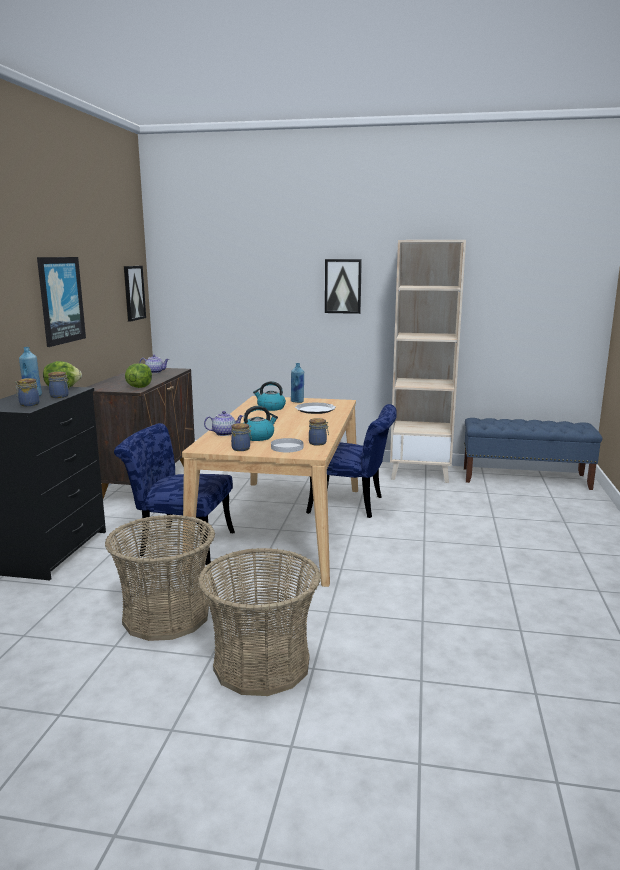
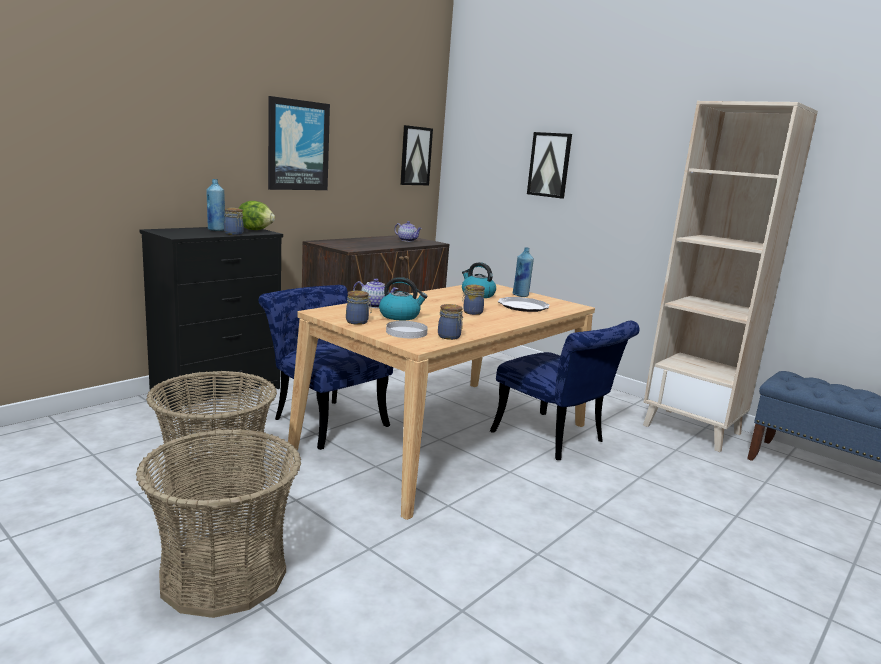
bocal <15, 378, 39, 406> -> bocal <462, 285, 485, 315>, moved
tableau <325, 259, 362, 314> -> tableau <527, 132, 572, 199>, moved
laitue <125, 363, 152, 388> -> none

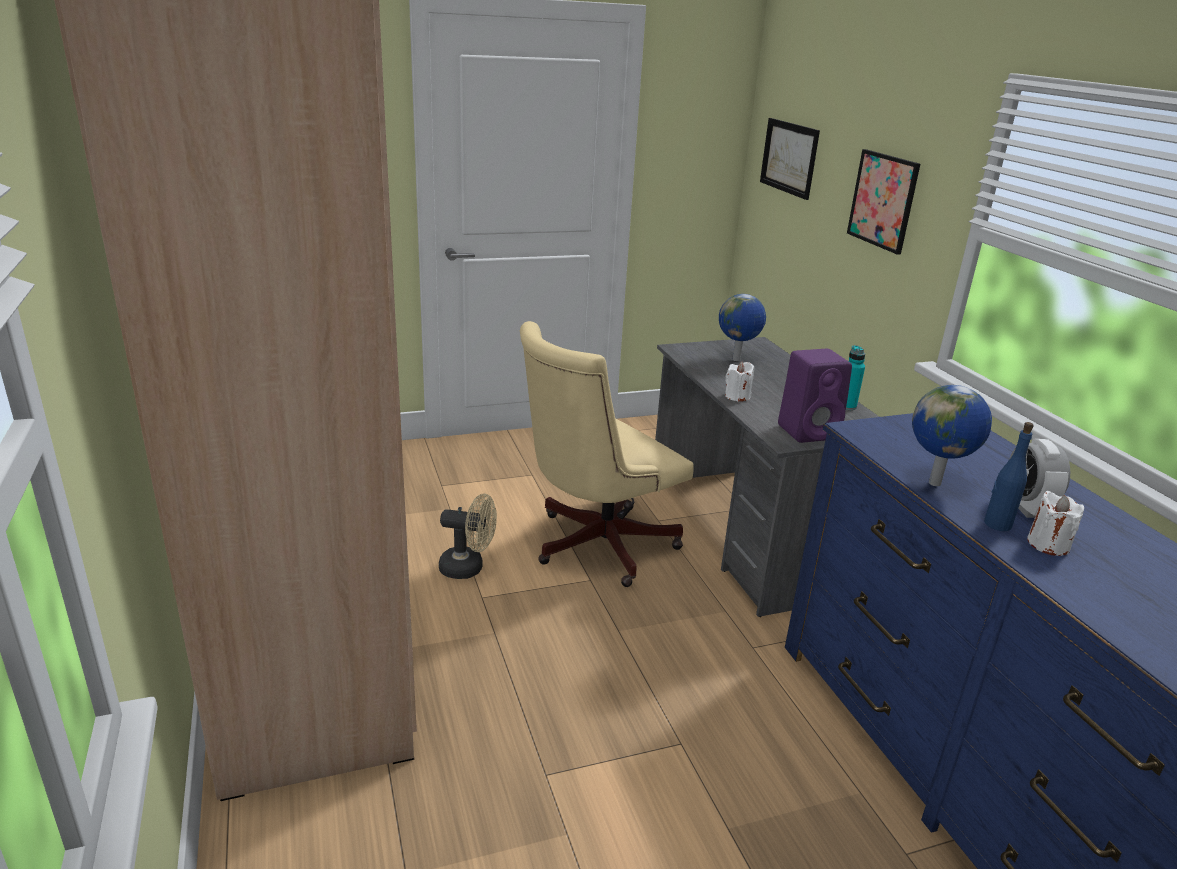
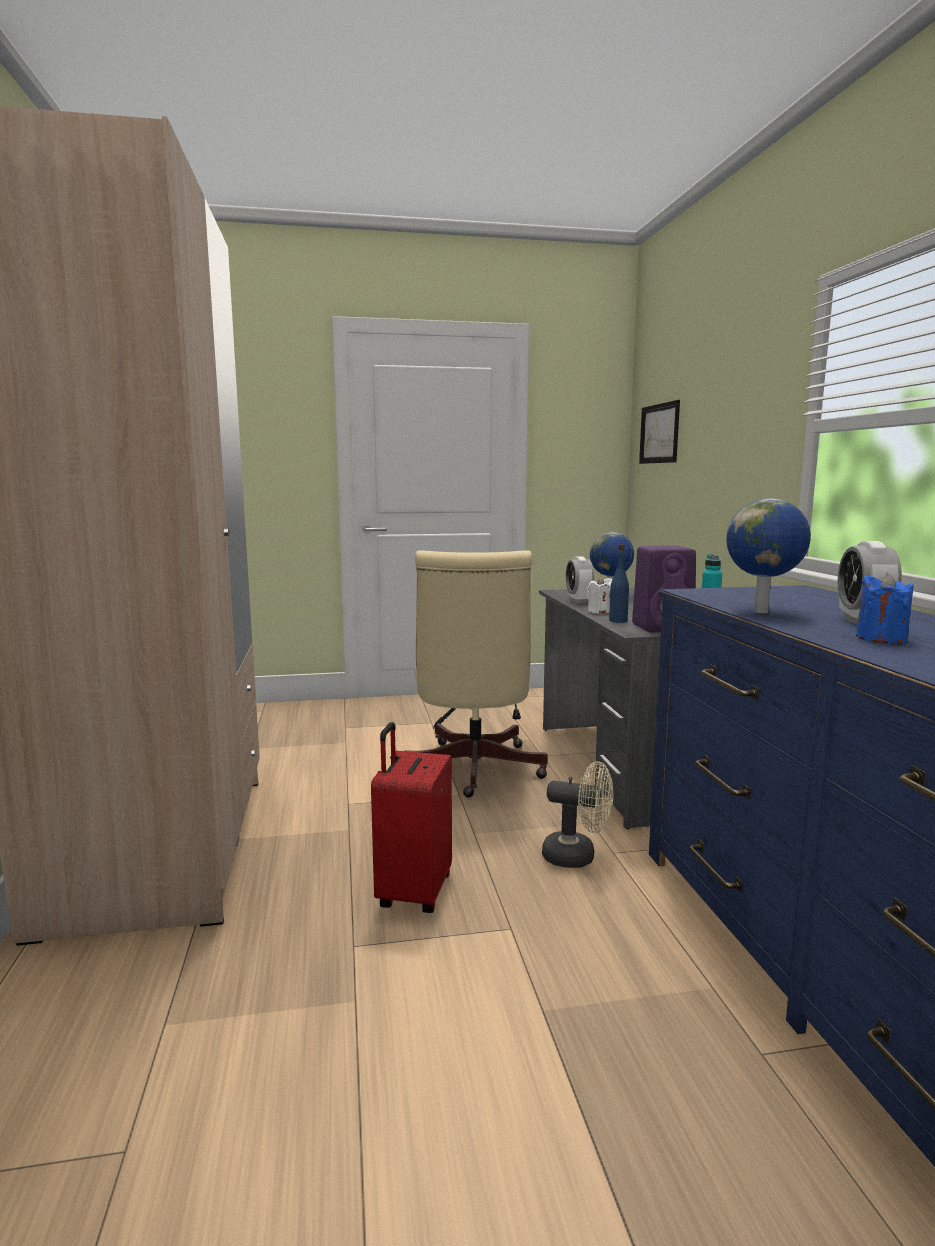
none -> valise/rouge <371, 722, 452, 913>
chaise de bureau/beige <520, 321, 694, 587> -> chaise de bureau/beige <405, 550, 548, 798>, 60 degrees counterclockwise
ventilateur/beige <439, 494, 497, 579> -> ventilateur/beige <542, 761, 613, 868>, moved
none -> réveil <566, 556, 594, 604>
bouteille/bleu <984, 422, 1034, 531> -> bouteille/bleu <609, 544, 629, 623>, moved
bougie/blanc <1027, 490, 1084, 556> -> bougie/bleu <856, 572, 914, 644>
tableau <847, 149, 920, 255> -> none

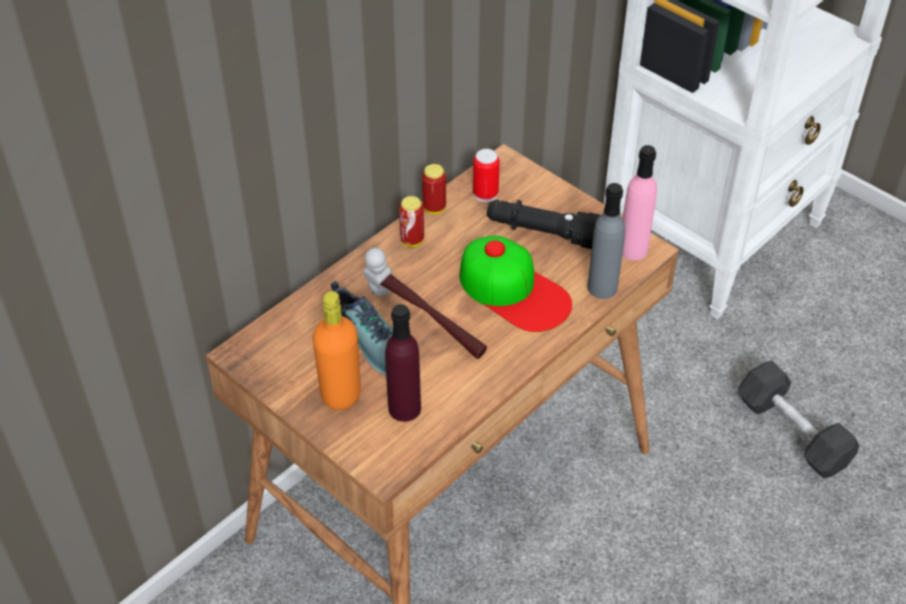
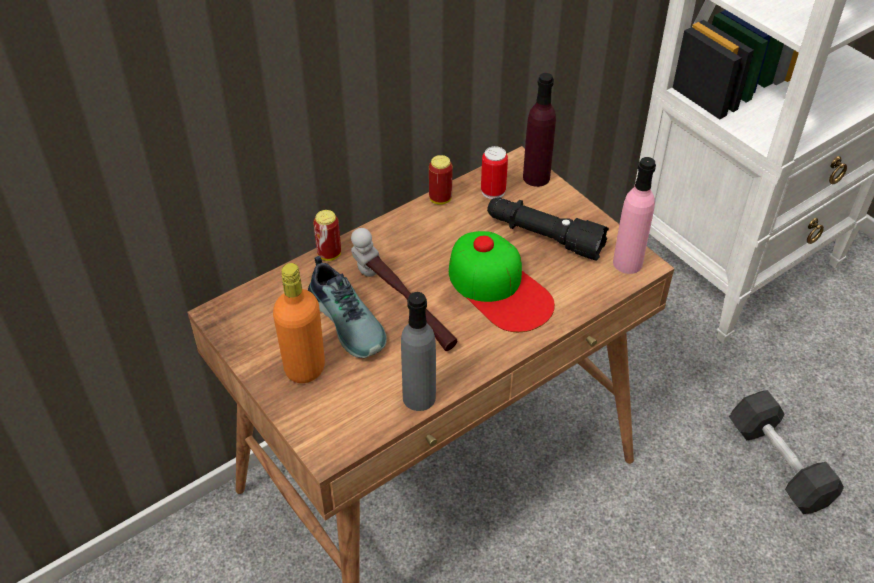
boîte métallique <399, 196, 424, 247> -> boîte métallique <313, 210, 341, 261>, moved
bouteille/gris <587, 183, 625, 299> -> bouteille/gris <401, 292, 436, 411>, moved
bouteille/violet <385, 304, 421, 422> -> bouteille/violet <523, 73, 556, 187>, moved

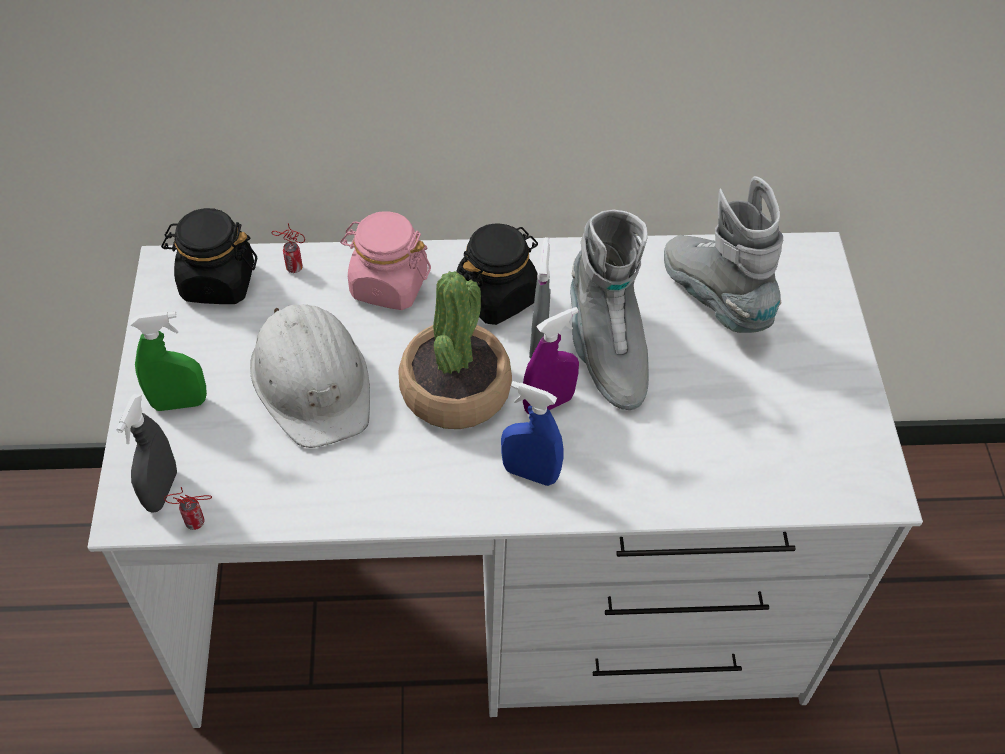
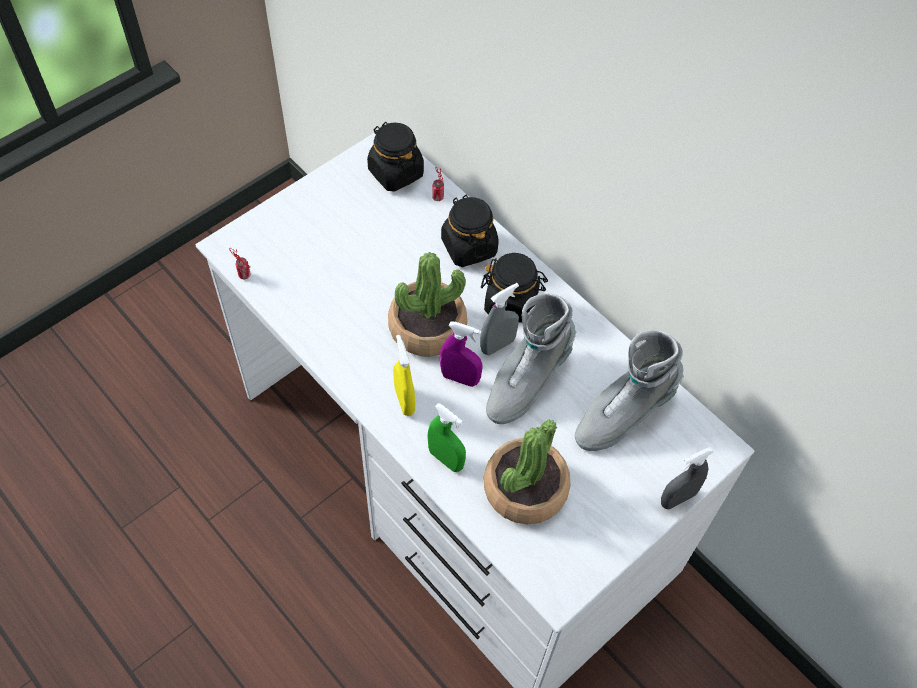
vaporisateur/bleu <501, 381, 564, 486> -> vaporisateur/jaune <393, 335, 415, 416>
vaporisateur/vert <131, 312, 207, 411> -> vaporisateur/vert <428, 403, 466, 472>, moved
bocal/rose <340, 211, 431, 310> -> bocal/noir <441, 195, 499, 267>
none -> plante en pot <484, 419, 570, 524>
botte/gris <664, 176, 783, 333> -> botte/gris <575, 330, 684, 451>, 150 degrees counterclockwise
vaporisateur/gris <116, 394, 177, 513> -> vaporisateur/gris <661, 447, 714, 509>, moved
casque de chantier/blanc <250, 304, 370, 448> -> none

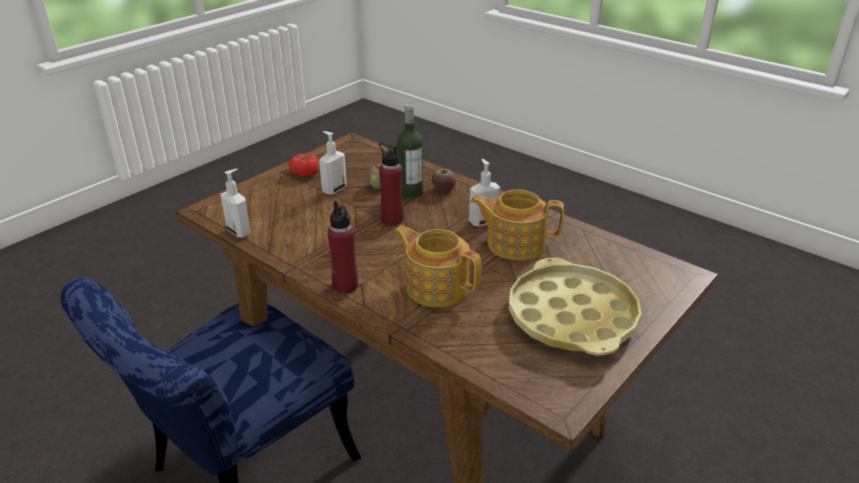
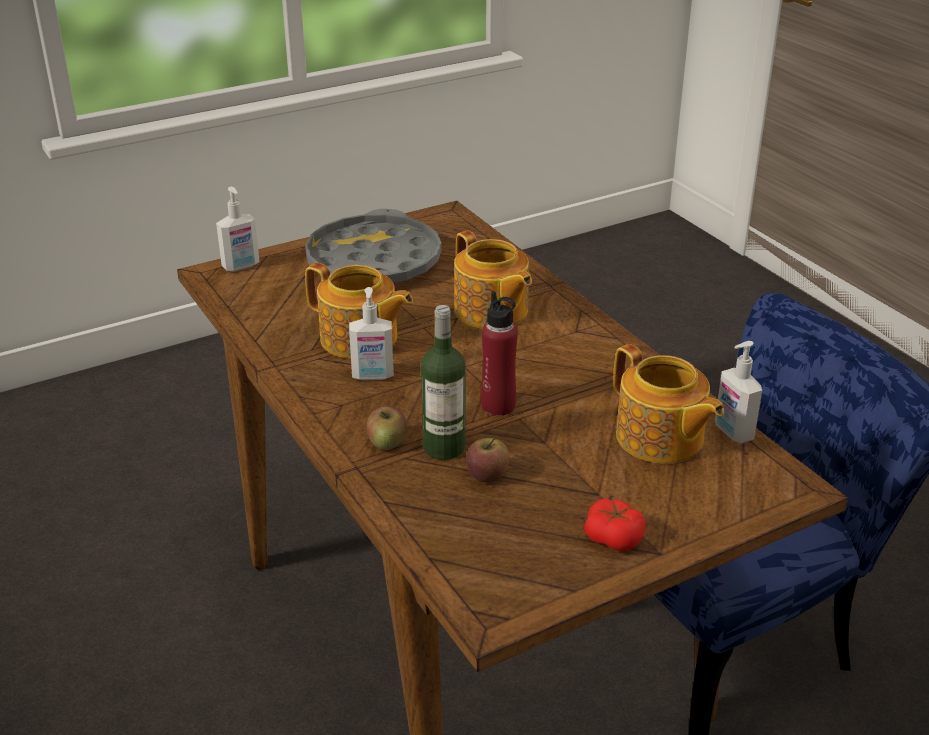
distributeur de savon <319, 131, 347, 195> -> distributeur de savon <216, 187, 260, 272>, moved
plateau/jaune <509, 258, 642, 355> -> plateau/gris <305, 209, 442, 283>
none -> théière <613, 344, 724, 464>
bouteille/rouge <328, 201, 358, 294> -> none

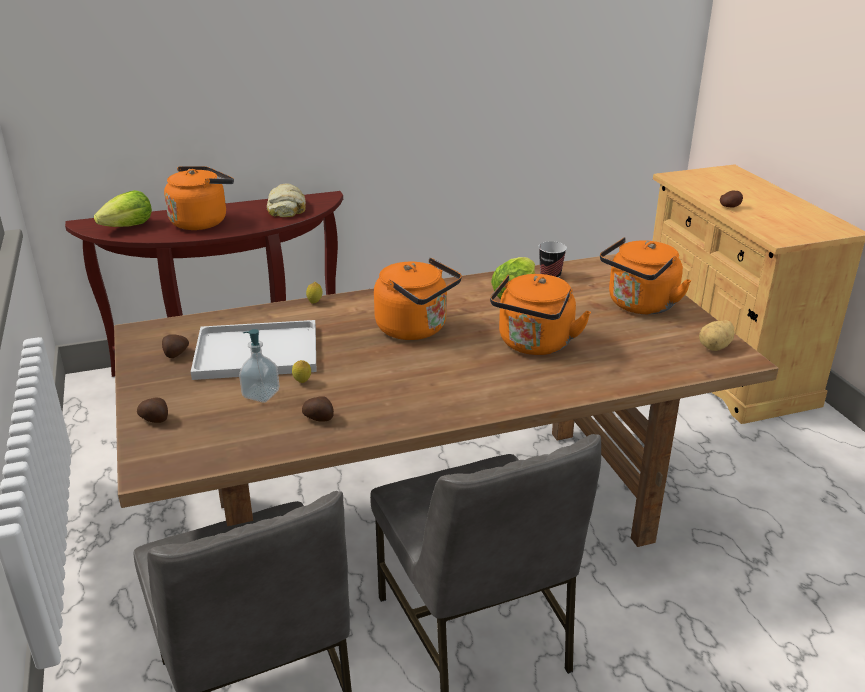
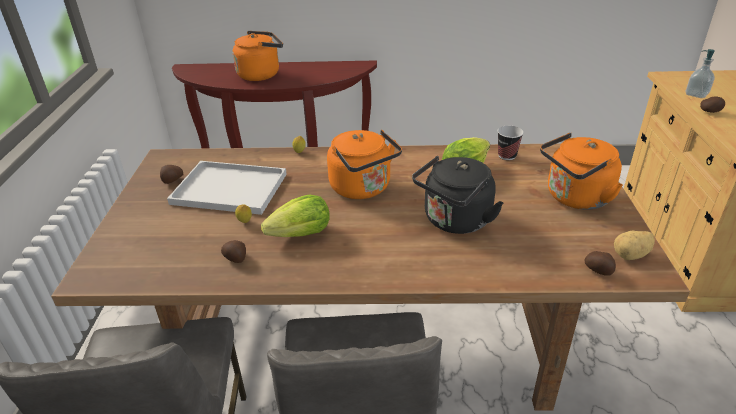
laitue <94, 190, 152, 227> -> laitue <261, 194, 330, 237>, moved
bouilloire/orange <490, 274, 591, 355> -> bouilloire/noir <412, 156, 503, 234>
pomme de terre <137, 398, 168, 423> -> pomme de terre <585, 251, 616, 276>, moved
distributeur de savon <239, 329, 279, 402> -> distributeur de savon <686, 49, 715, 98>, moved
pain <267, 183, 306, 217> -> none

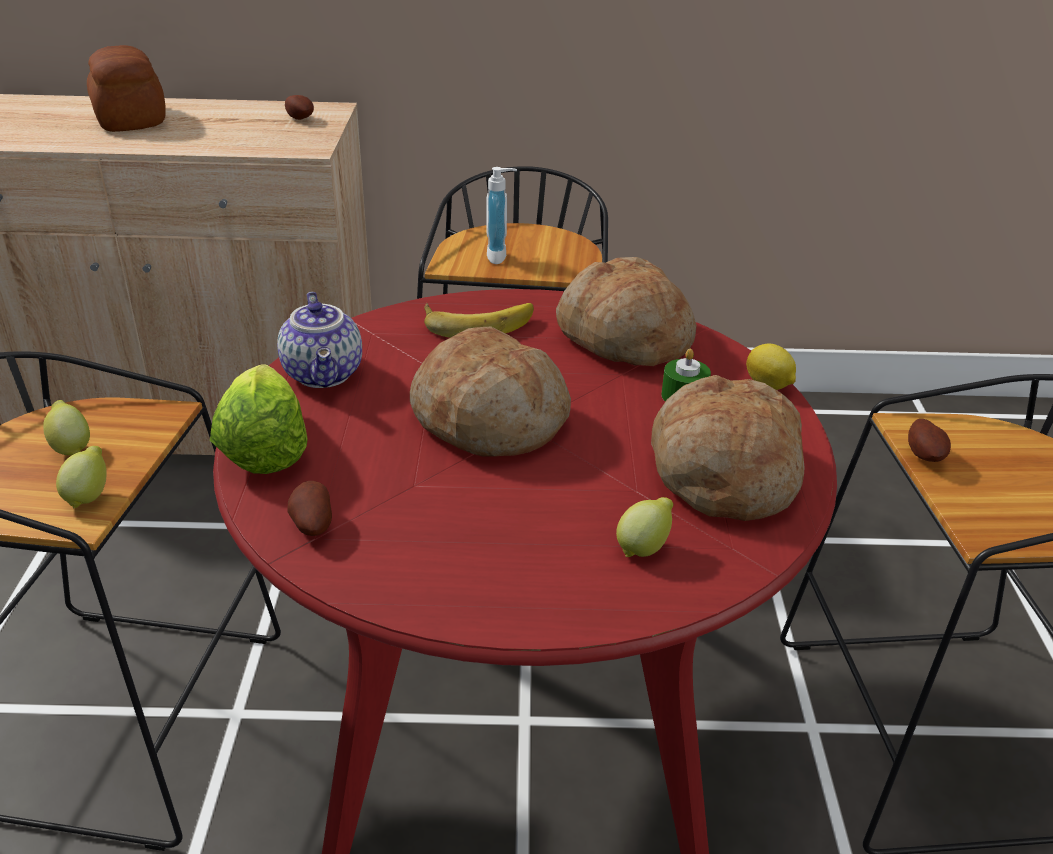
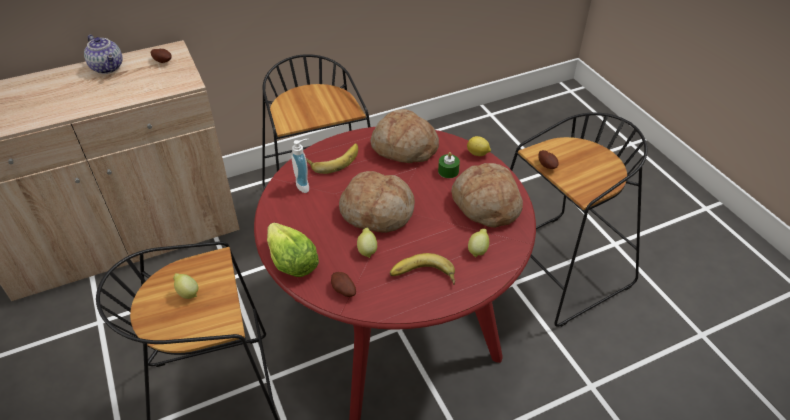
théière <277, 292, 362, 388> -> théière <84, 35, 123, 74>, moved
distributeur de savon <487, 167, 517, 264> -> distributeur de savon <291, 139, 309, 193>, moved
citron <56, 446, 107, 508> -> citron <357, 228, 377, 258>, moved
none -> banane <390, 253, 455, 285>
pain <87, 45, 166, 132> -> none

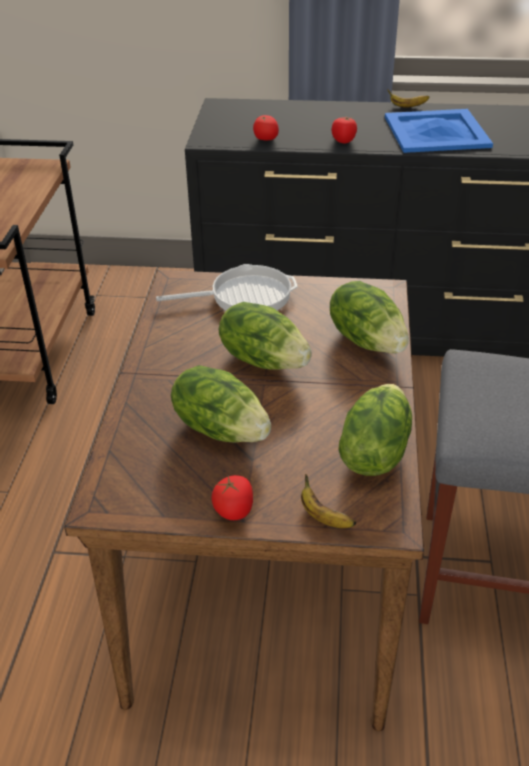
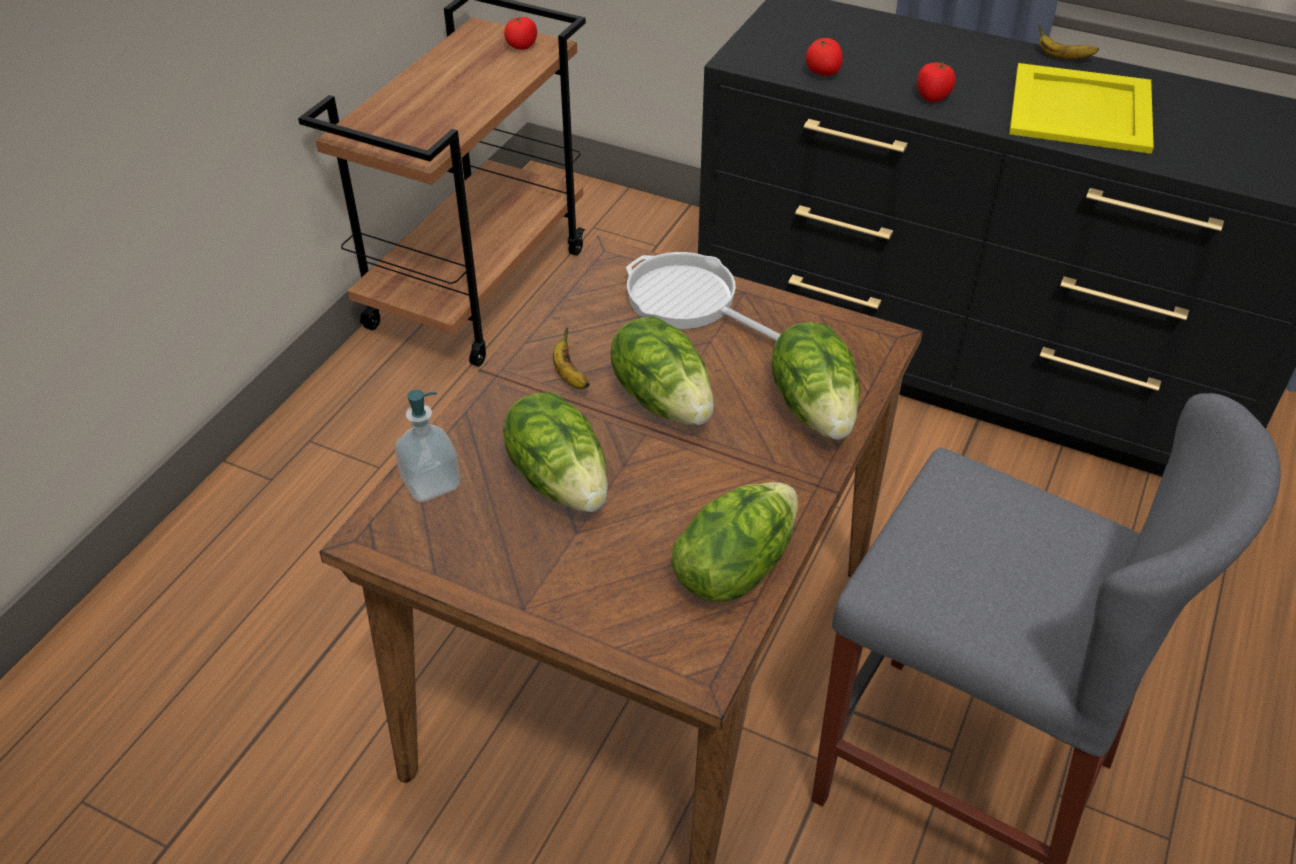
none -> distributeur de savon <395, 390, 460, 502>
tomate <212, 475, 253, 520> -> tomate <504, 16, 537, 50>, moved
banane <301, 474, 356, 528> -> banane <553, 327, 590, 389>, moved
poêle <156, 264, 298, 311> -> poêle <626, 252, 781, 341>, 150 degrees counterclockwise
plateau/bleu <385, 109, 493, 153> -> plateau/jaune <1009, 63, 1154, 154>

